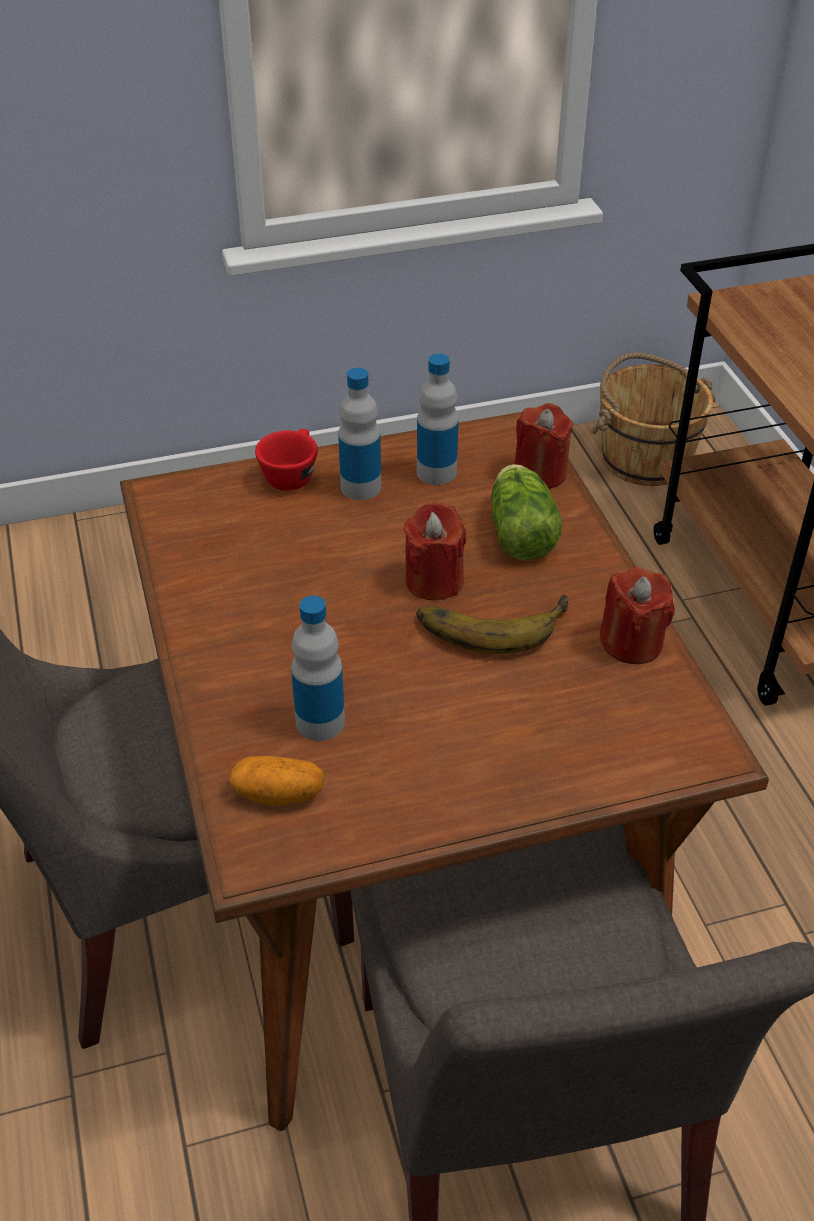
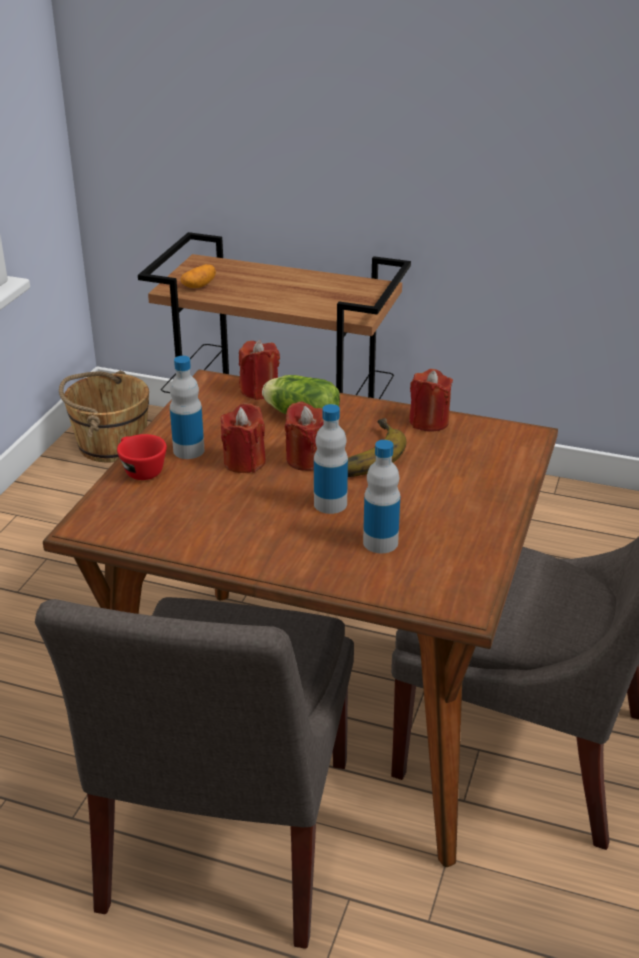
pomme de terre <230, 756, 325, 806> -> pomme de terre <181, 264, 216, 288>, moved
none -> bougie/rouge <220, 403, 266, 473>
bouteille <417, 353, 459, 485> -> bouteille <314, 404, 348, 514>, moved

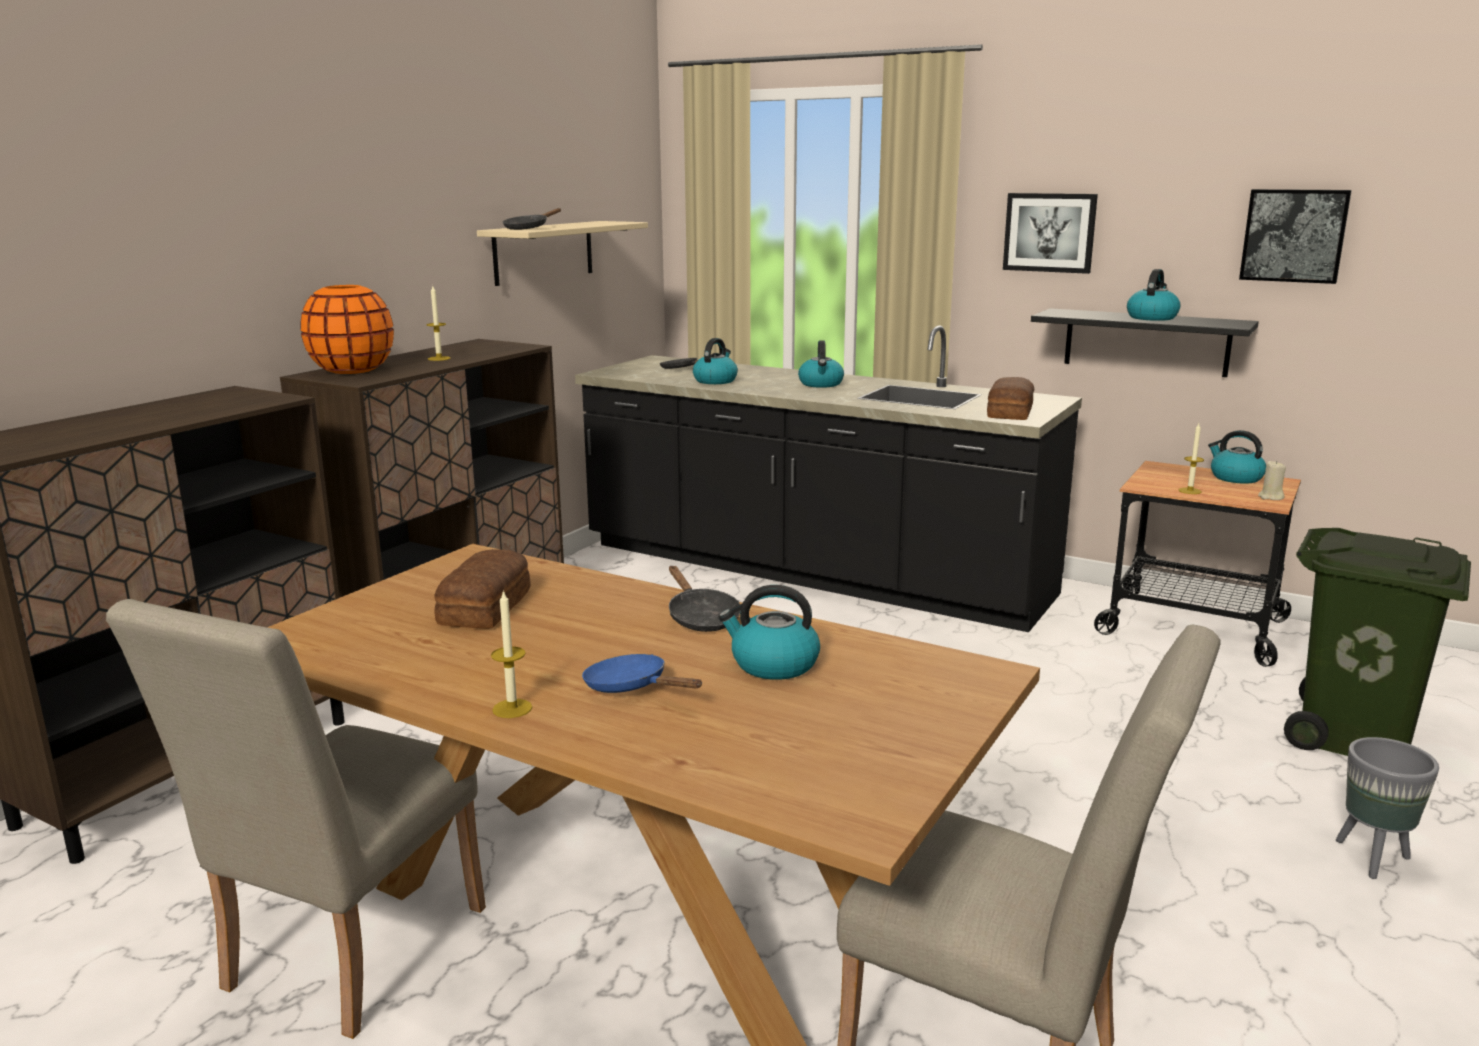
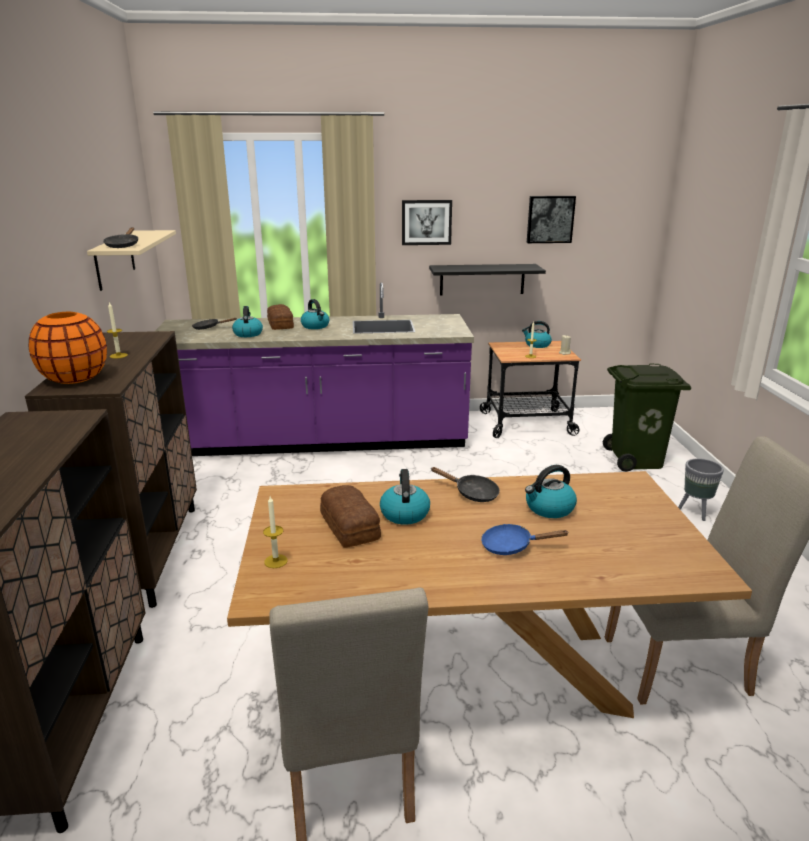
comptoir de cuisine/noir <575, 325, 1082, 632> -> comptoir de cuisine/violet <155, 282, 474, 456>
bougie <491, 590, 532, 718> -> bougie <263, 496, 288, 568>, moved
pain <987, 377, 1034, 420> -> pain <267, 304, 294, 330>, moved
bouilloire <1127, 269, 1180, 321> -> bouilloire <380, 469, 430, 525>, moved

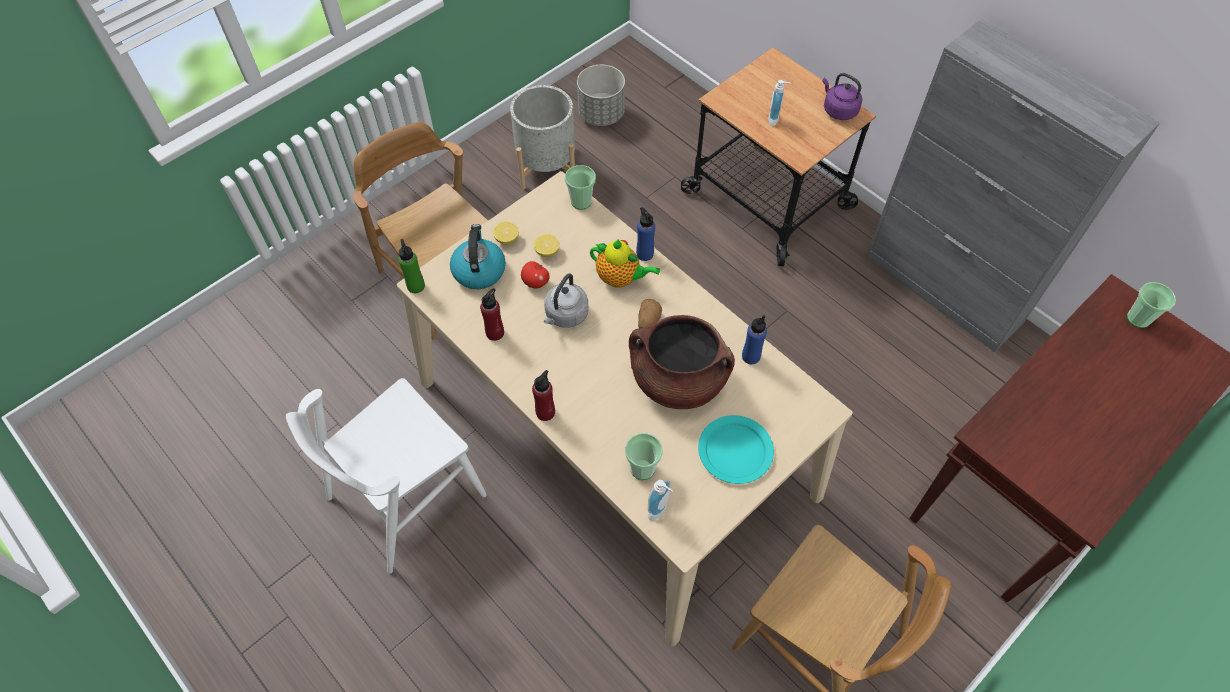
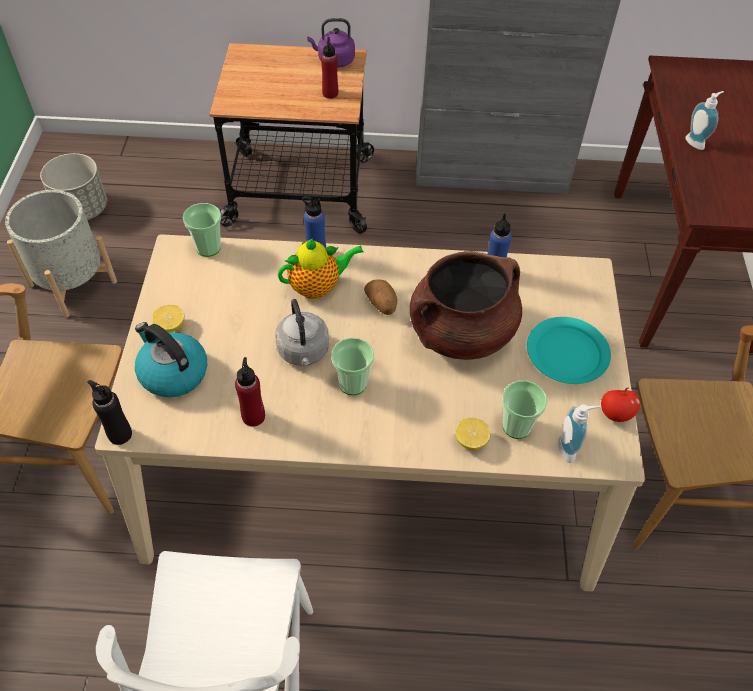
bouteille/vert <398, 239, 425, 293> -> bouteille/noir <87, 380, 132, 445>
bouteille/rouge <532, 370, 555, 421> -> bouteille/rouge <321, 37, 338, 99>, moved
tasse <1127, 282, 1176, 328> -> tasse <331, 338, 374, 395>, moved
citron <534, 234, 560, 257> -> citron <455, 417, 491, 450>, moved
pomme <521, 261, 550, 289> -> pomme <601, 387, 640, 422>, moved
distributeur de savon <768, 80, 792, 126> -> distributeur de savon <685, 91, 724, 150>, moved

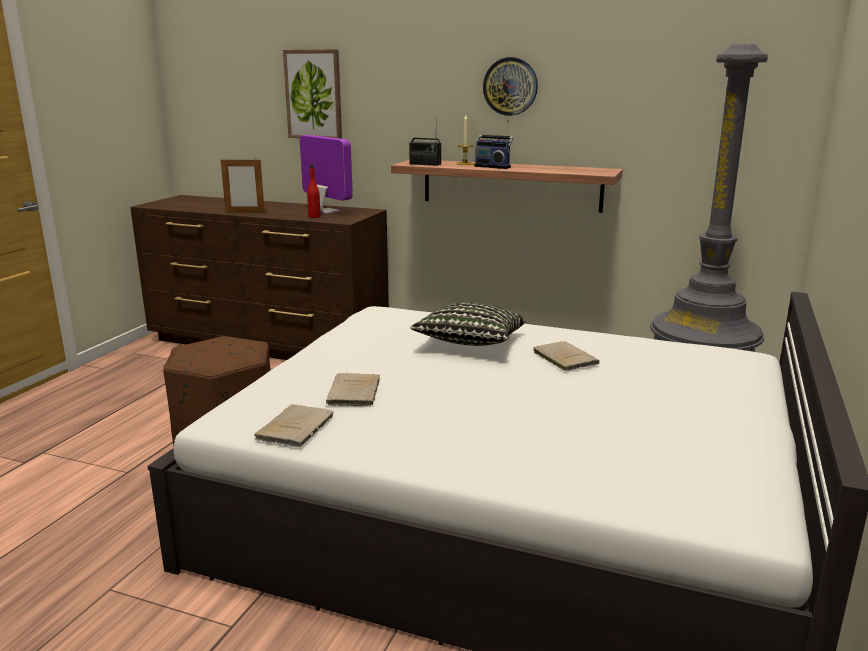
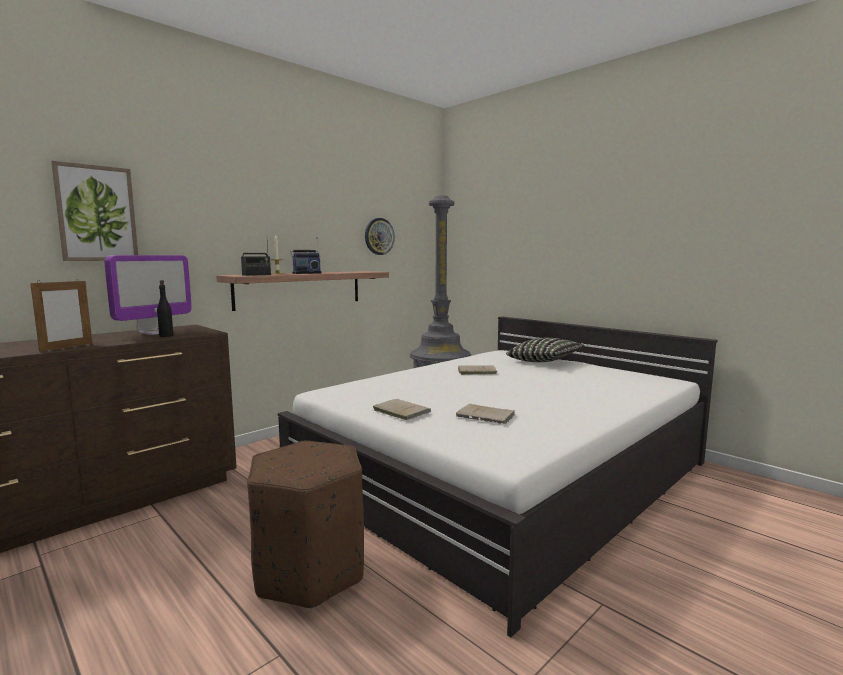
écran d'ordinateur <300, 135, 353, 214> -> écran d'ordinateur <104, 255, 192, 335>, 135 degrees clockwise
bouteille/rouge <307, 164, 321, 218> -> bouteille/noir <157, 280, 174, 337>
horloge murale <483, 57, 538, 116> -> horloge murale <365, 218, 395, 255>, moved
livre/beige <254, 404, 333, 447> -> livre/beige <373, 399, 431, 420>, moved
coussin <410, 302, 526, 346> -> coussin <506, 338, 584, 362>, moved

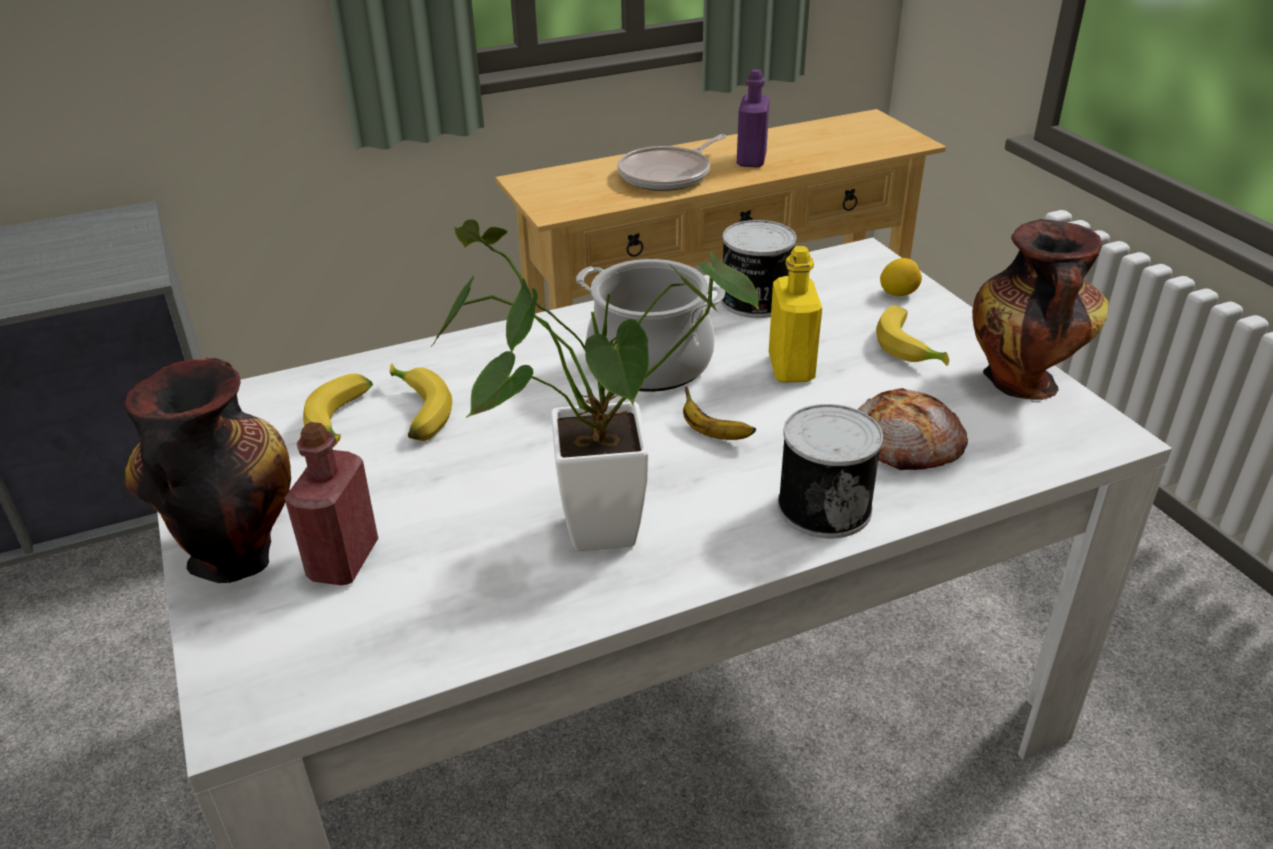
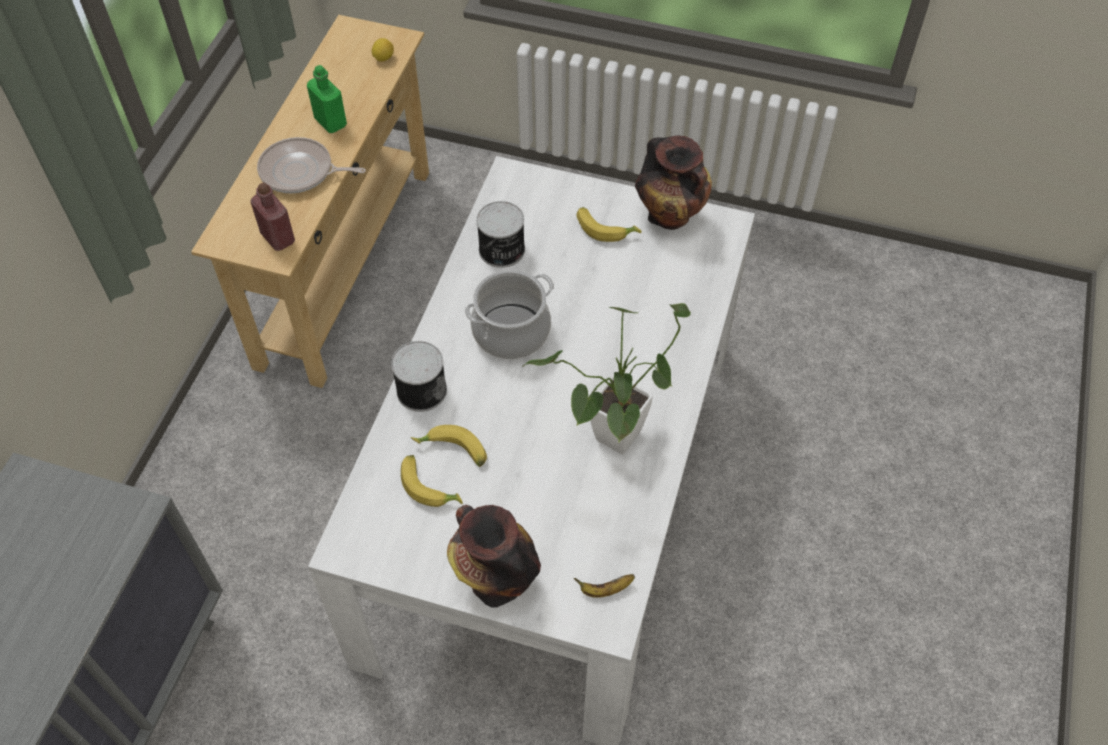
bouteille/rouge <284, 422, 378, 585> -> bouteille/rouge <250, 182, 295, 251>, moved
poêle <617, 134, 727, 191> -> poêle <257, 137, 366, 193>, 105 degrees clockwise
bouteille/violet <737, 69, 770, 167> -> bouteille/vert <307, 65, 347, 133>
citron <880, 258, 922, 296> -> citron <371, 38, 394, 61>, moved
boîte métallique <778, 404, 883, 539> -> boîte métallique <391, 341, 447, 412>, moved
banane <683, 386, 756, 440> -> banane <574, 574, 635, 598>, moved
bouteille/jaune <769, 246, 822, 383> -> none
pain <857, 388, 968, 470> -> none

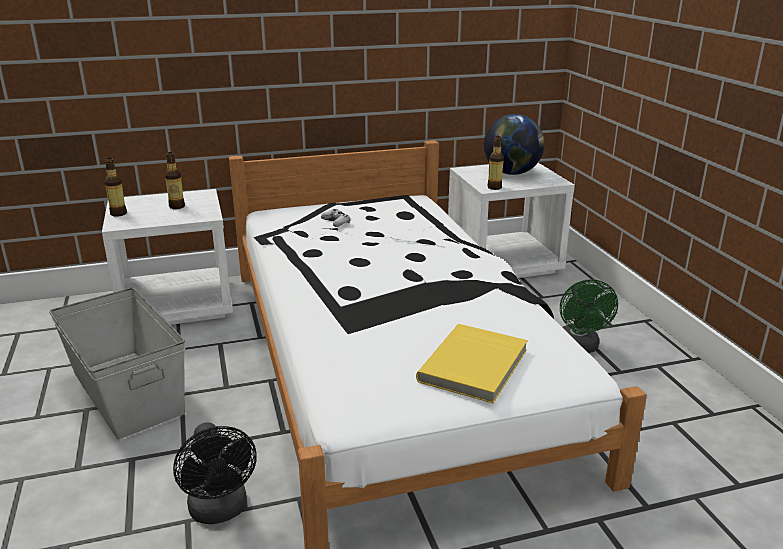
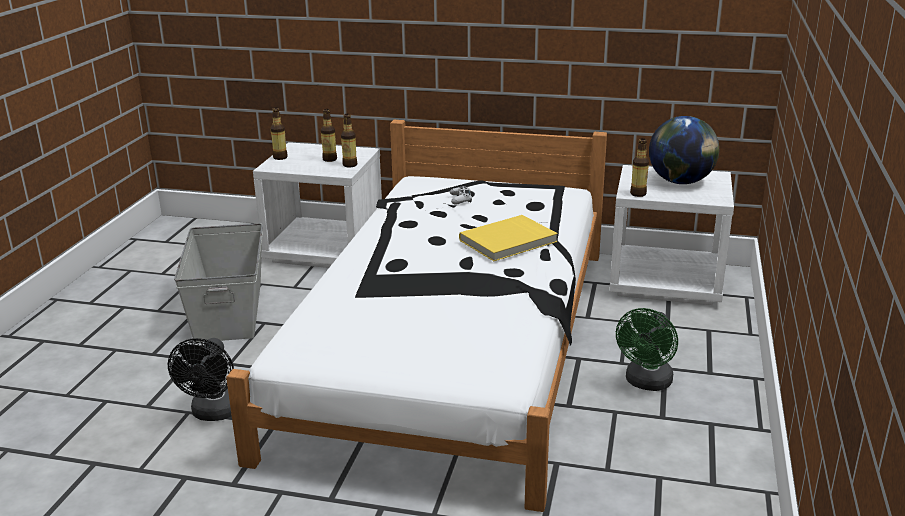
none -> bouteille <341, 114, 357, 168>
livre/jaune <416, 324, 528, 403> -> livre/jaune <459, 215, 558, 261>, moved

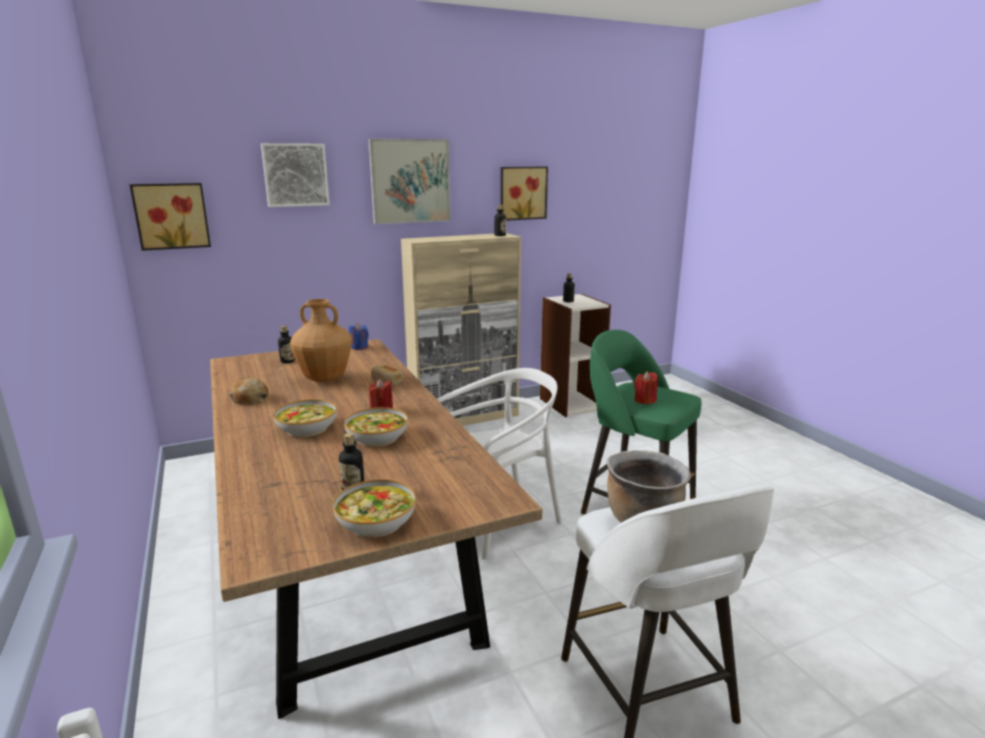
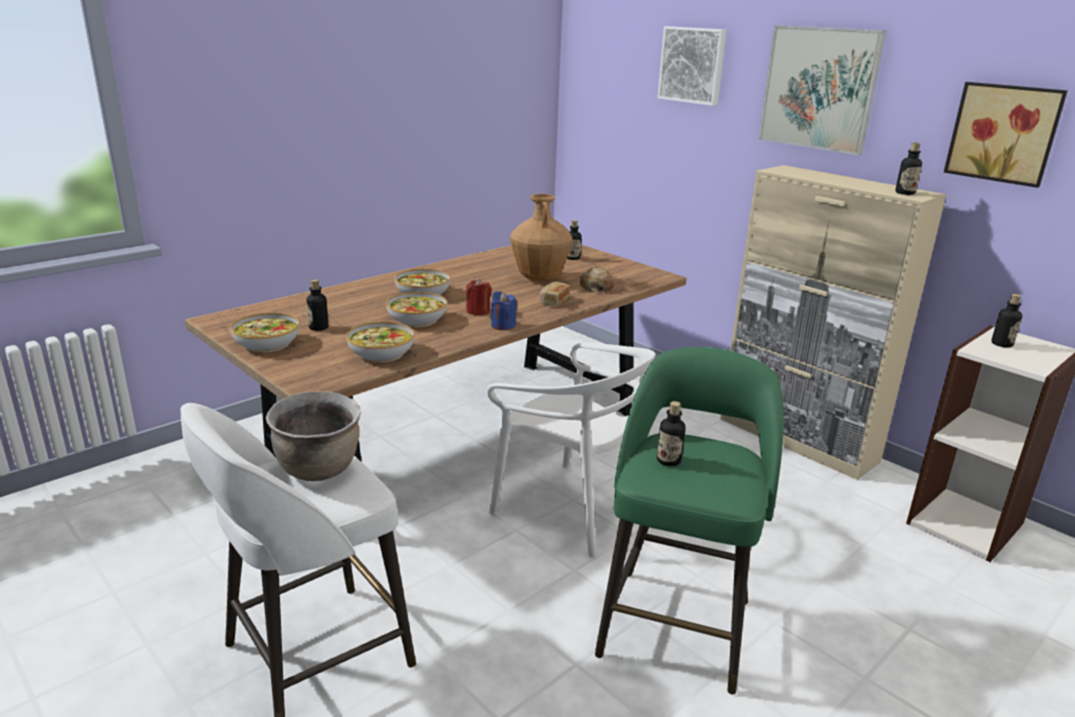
none -> bol <346, 322, 414, 363>
bougie/bleu <349, 323, 369, 350> -> bougie/bleu <491, 291, 517, 330>, moved
pain <229, 378, 269, 404> -> pain <580, 267, 614, 292>, moved
bougie/rouge <634, 371, 658, 404> -> bouteille <657, 401, 686, 466>
tableau <130, 183, 211, 251> -> none

